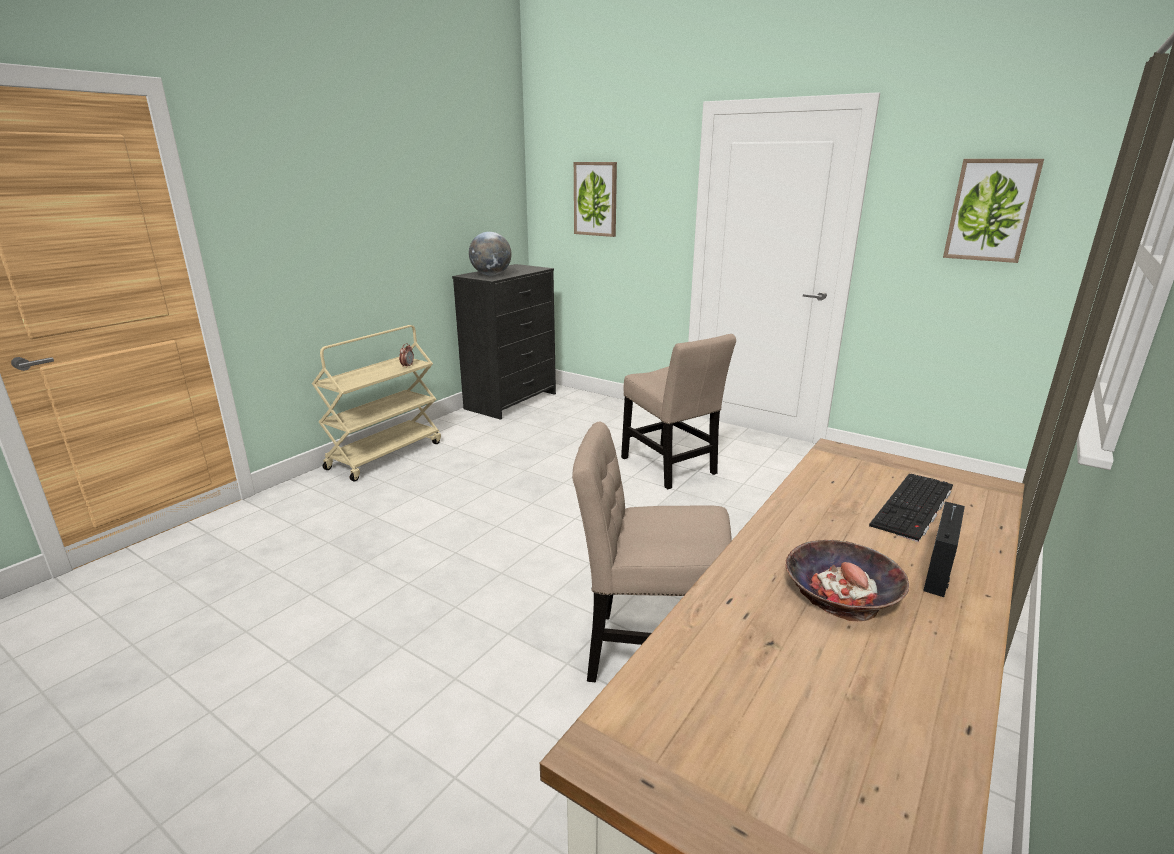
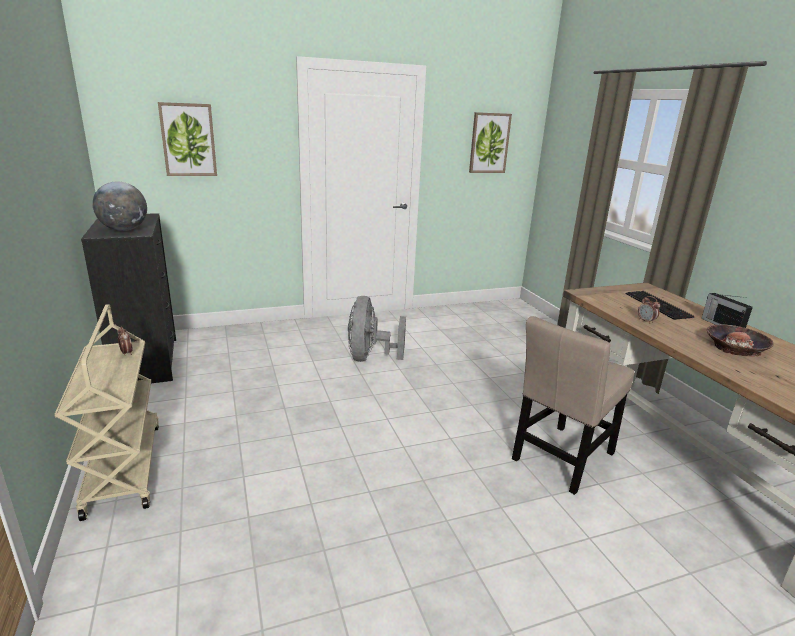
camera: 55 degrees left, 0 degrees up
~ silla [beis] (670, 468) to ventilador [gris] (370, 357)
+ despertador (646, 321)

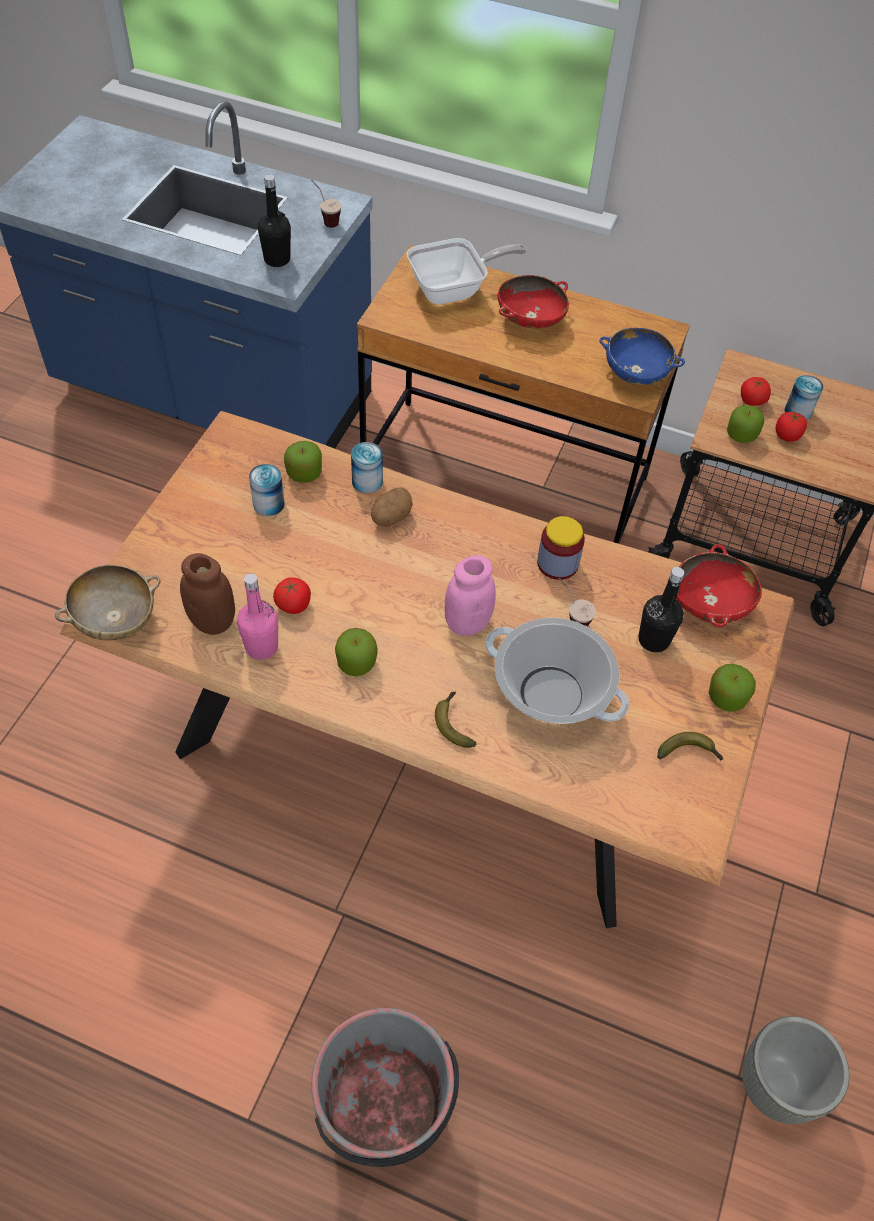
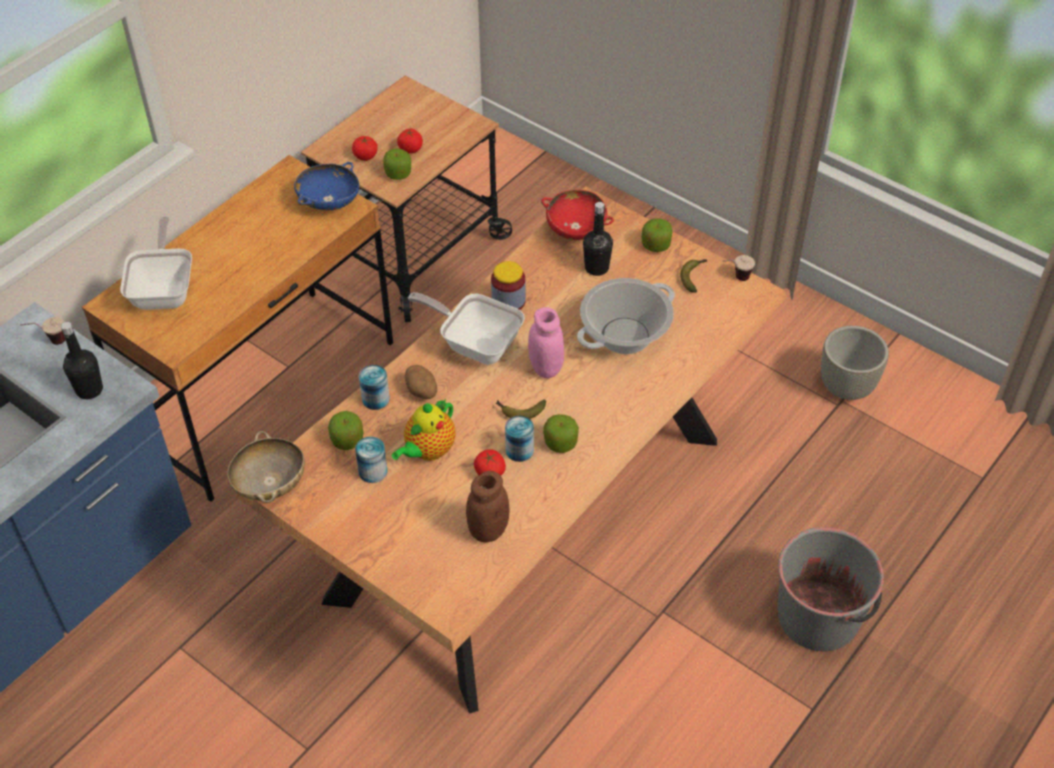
camera: 70 degrees left, 5 degrees down
~ cuenco [beis] (115, 619) to (269, 484)
- botella [rosa] (261, 647)
~ plátano (453, 723) to (519, 411)
- cuenco [rojo] (530, 320)
~ taza (570, 618) to (735, 279)
~ lata (798, 411) to (519, 450)
+ tetera (428, 451)
+ sartén (475, 343)

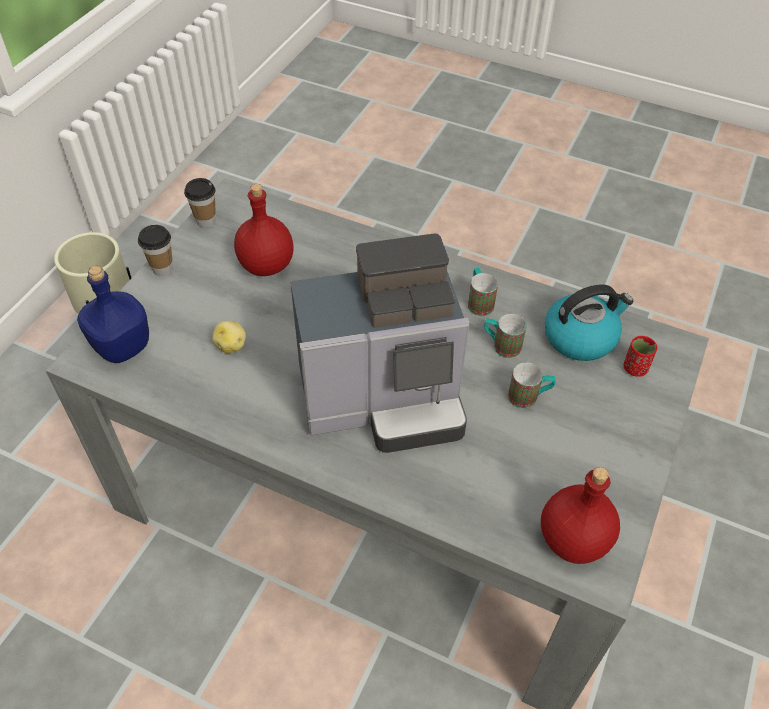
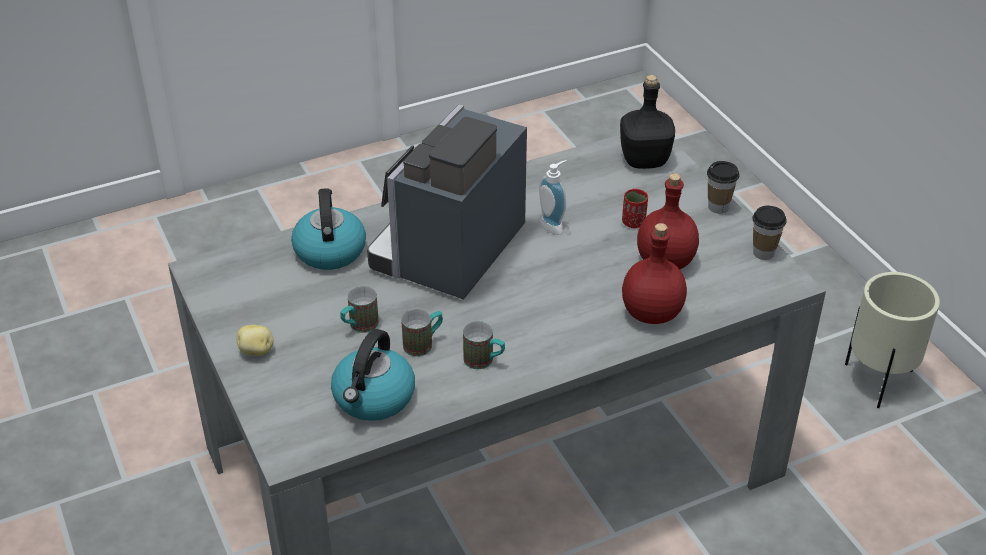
camera: 130 degrees right, 10 degrees down
~ botella [azul] (121, 347) to botella [negro] (644, 159)
~ patata (231, 345) to (256, 351)
~ botella [rojo] (574, 540) to (651, 314)
~ taza [rojo] (635, 368) to (633, 222)
+ hervidor (329, 250)
+ dispensador de jabón (554, 225)

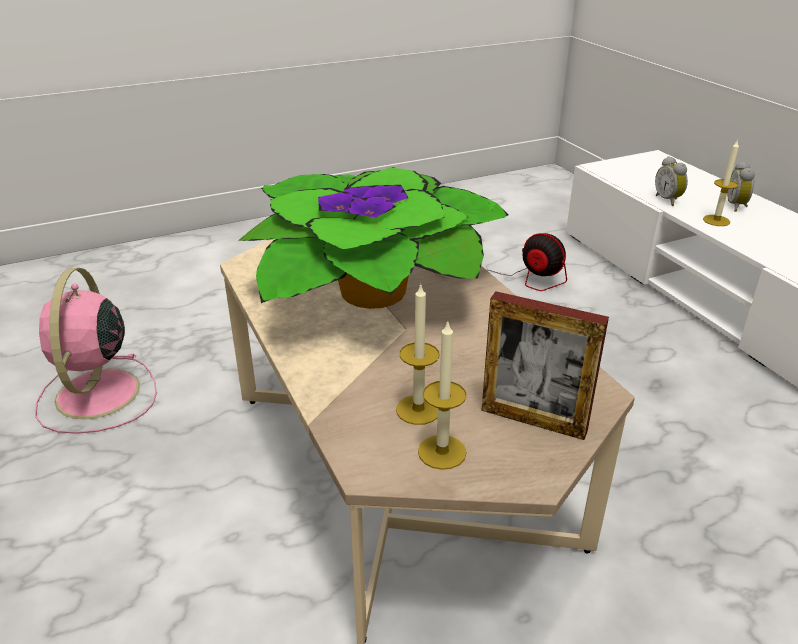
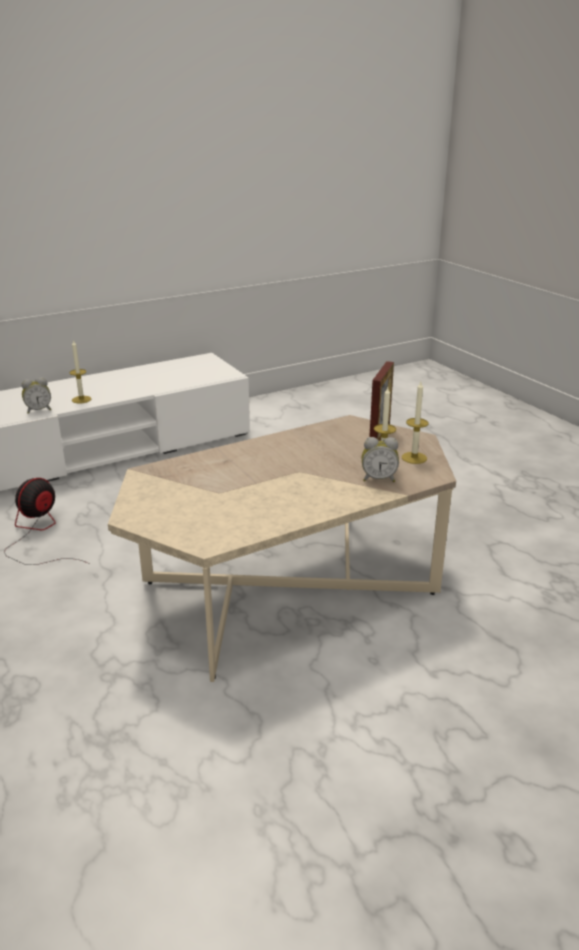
camera: 95 degrees left, 5 degrees down
- ventilador [rosa] (97, 396)
- planta en maceta (367, 289)
~ despertador (737, 206) to (378, 479)

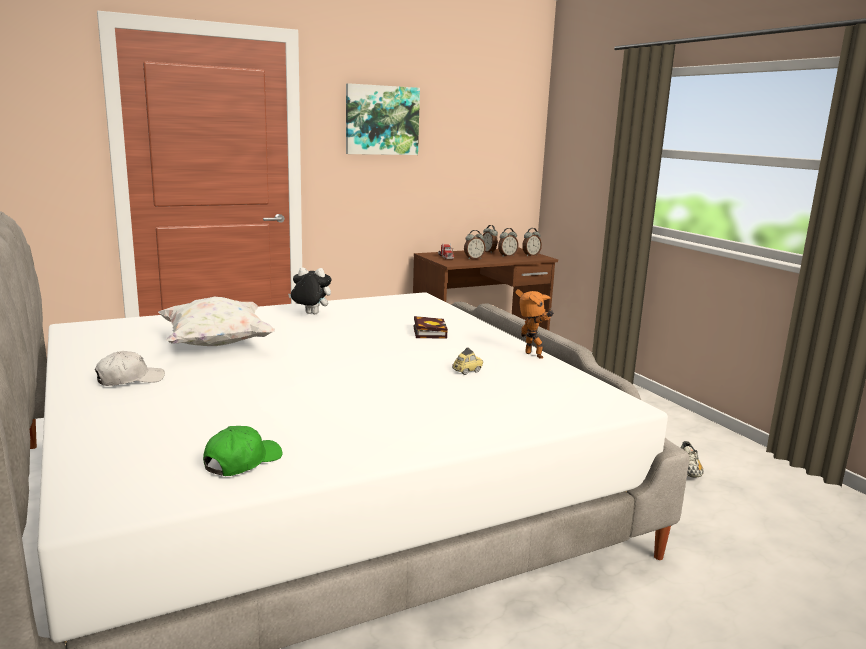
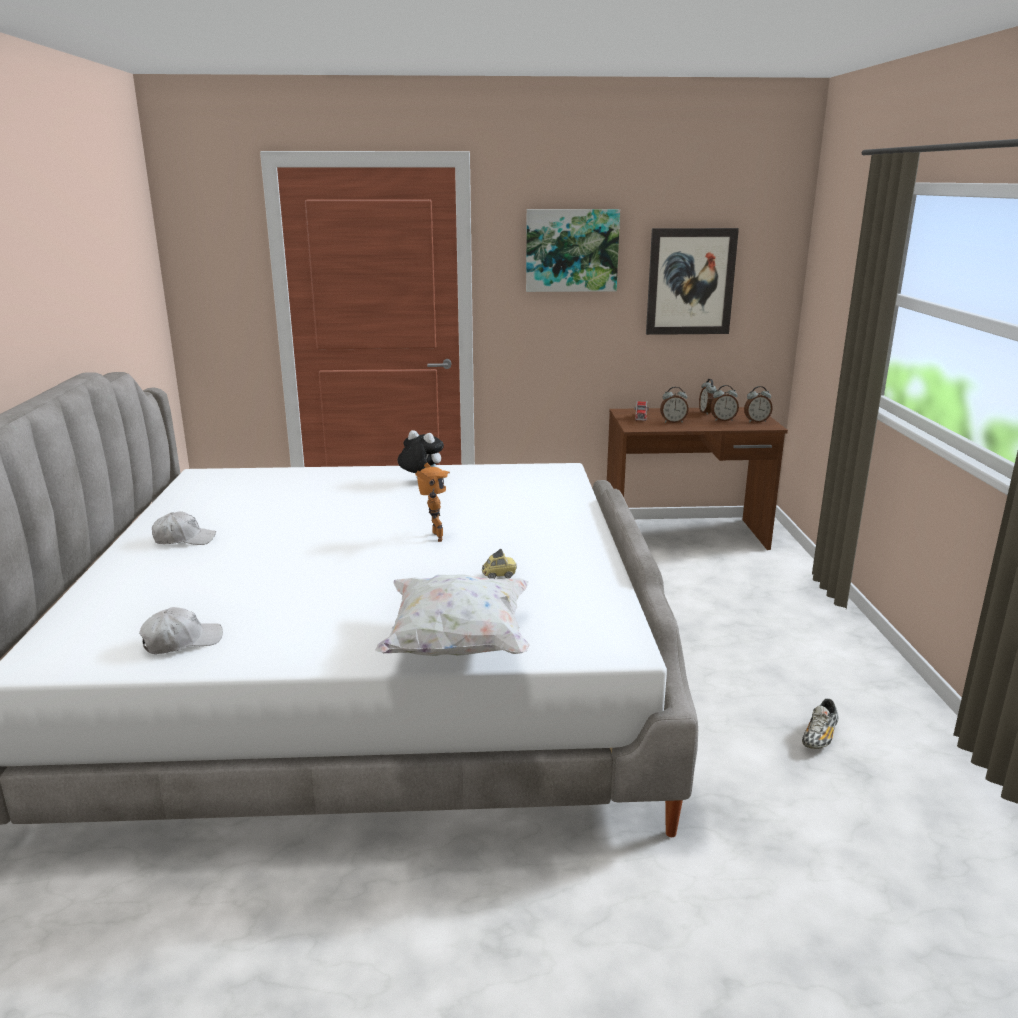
camera: 25 degrees right, 5 degrees up
~ cojín [blanco] (217, 344) to (457, 644)
~ gorra [verde] (242, 462) to gorra [blanco] (182, 642)
- libro (428, 332)
~ robot de juguete (532, 356) to (434, 537)
+ cuadro (690, 281)

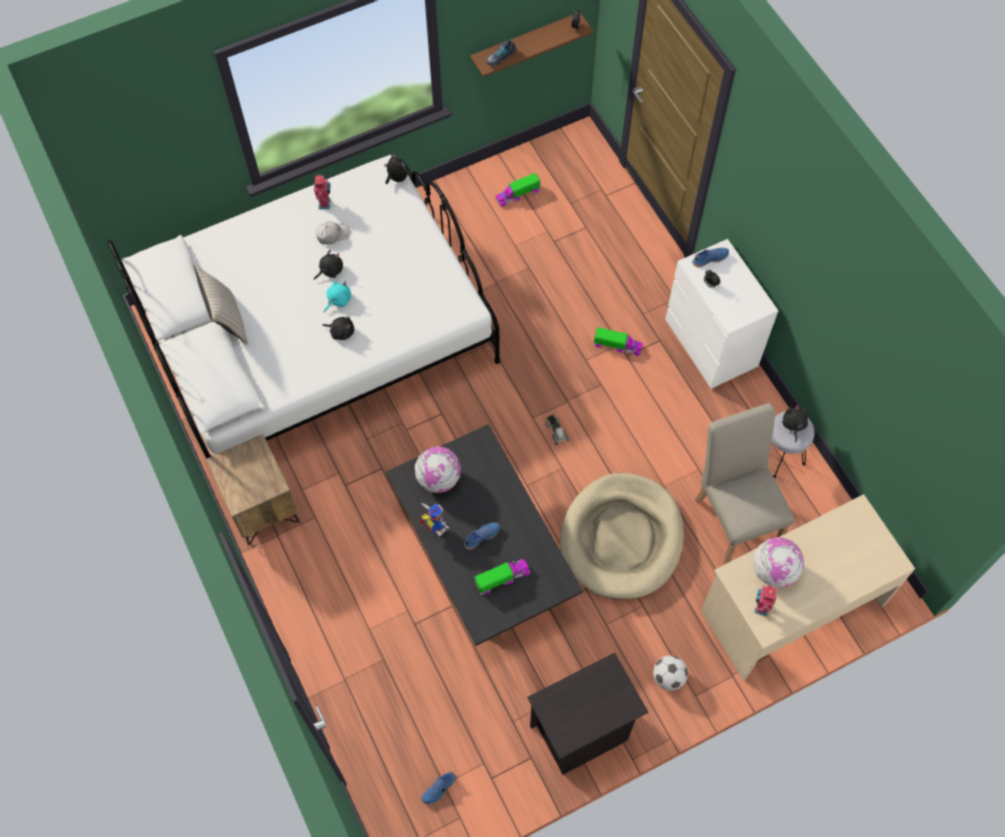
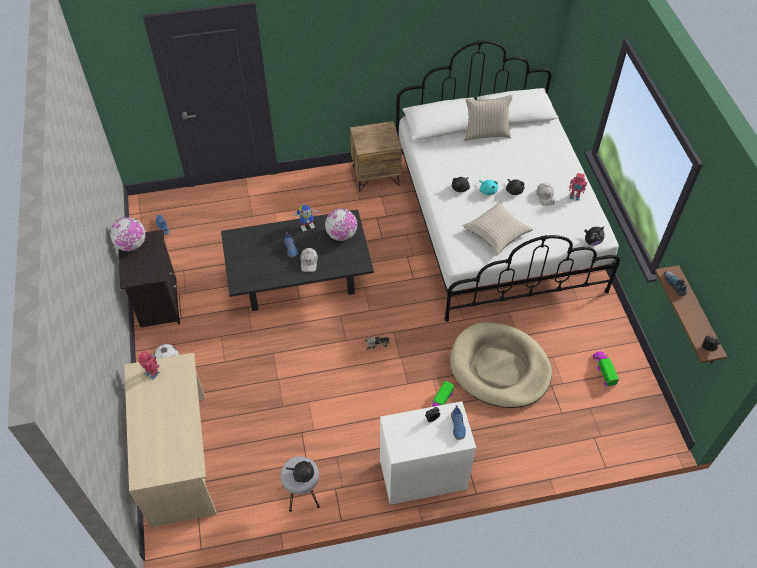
camera: 105 degrees right, 10 degrees down
- camión de juguete (502, 578)
~ cama para perro [beis] (621, 538) to (499, 368)
- silla [beis] (734, 515)
~ globo terráqueo (773, 570) to (132, 245)
+ gorra [blanco] (309, 262)
+ cojín [beis] (497, 232)

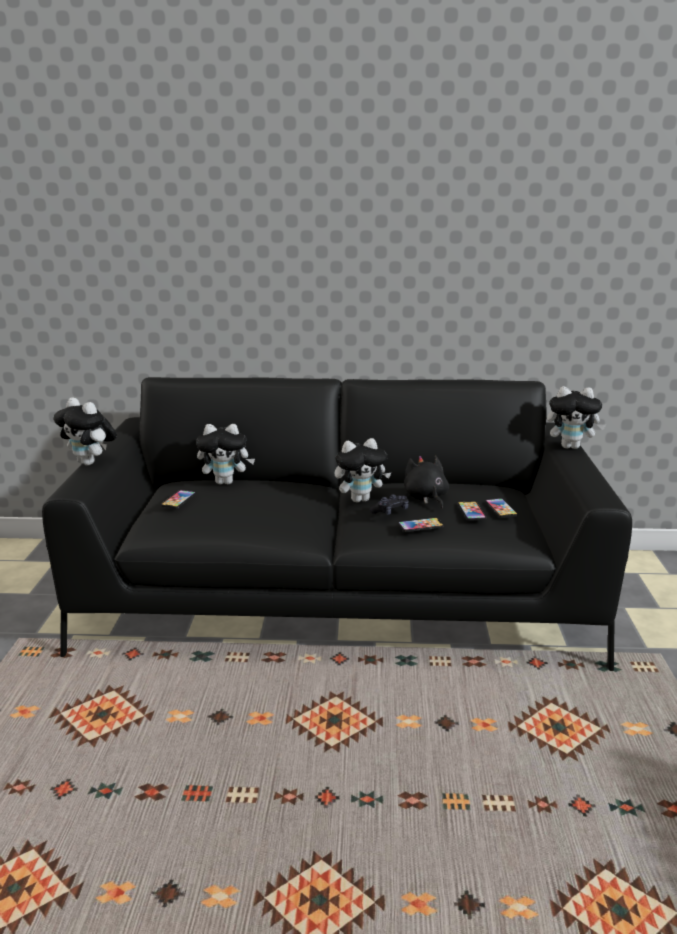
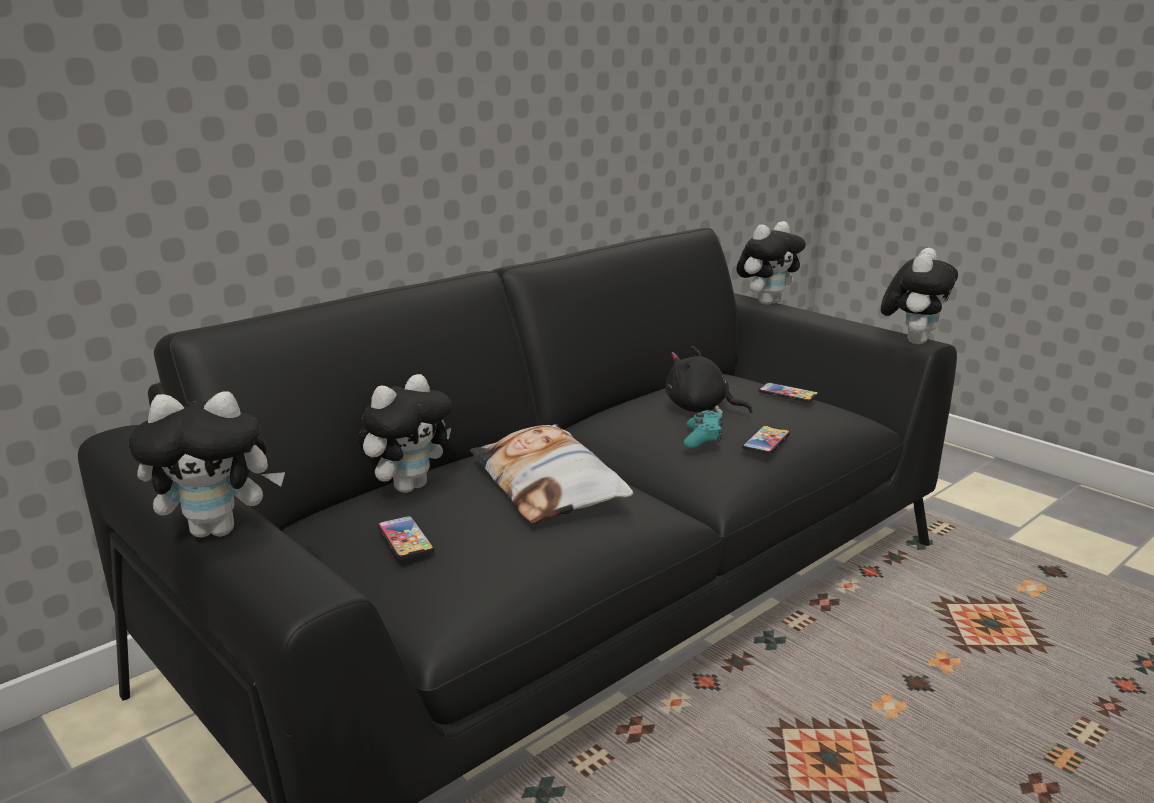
camera: 45 degrees left, 0 degrees up
~ peluche (360, 499) to (913, 340)
~ mando de consola [negro] (390, 511) to mando de consola [turquesa] (703, 438)
- móvil (471, 512)
+ cojín (548, 485)

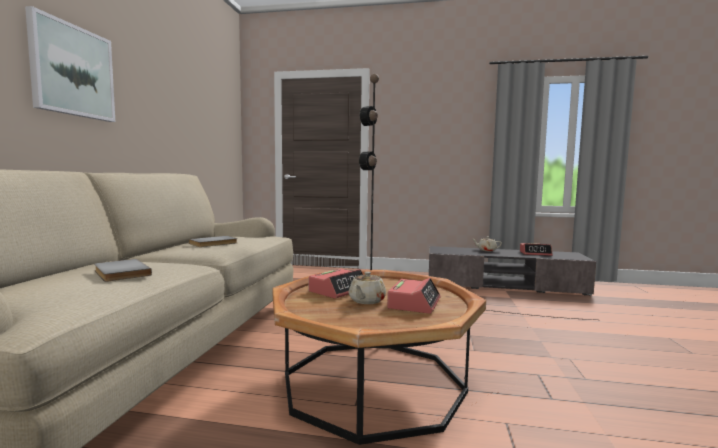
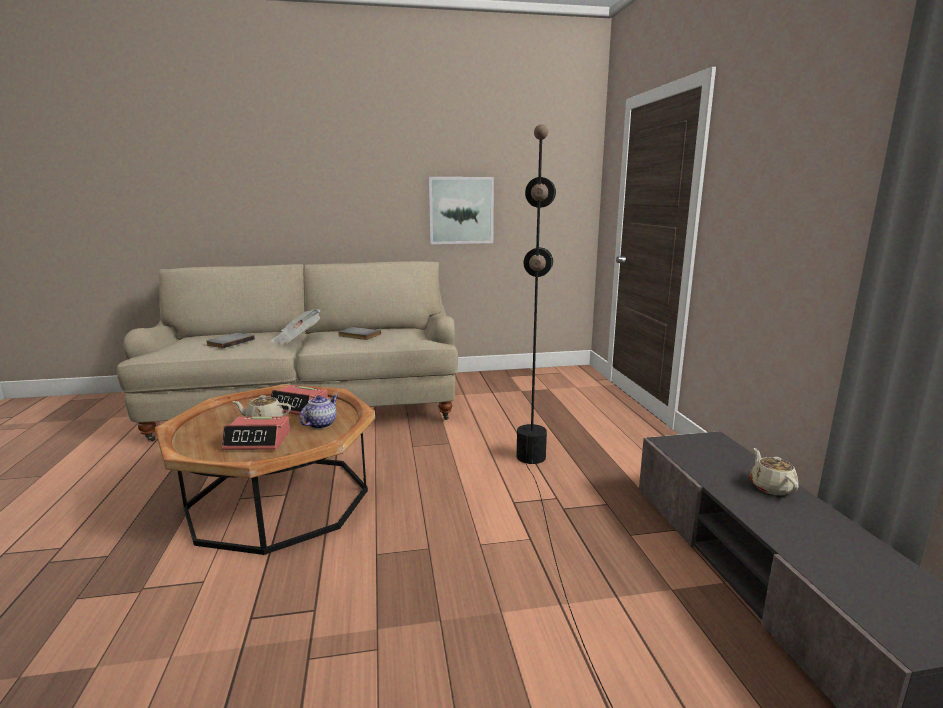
camera: 70 degrees right, 10 degrees up
~ cuadro (72, 71) to (461, 210)
- despertador (535, 253)
+ periódico (297, 339)
+ tetera (321, 424)

